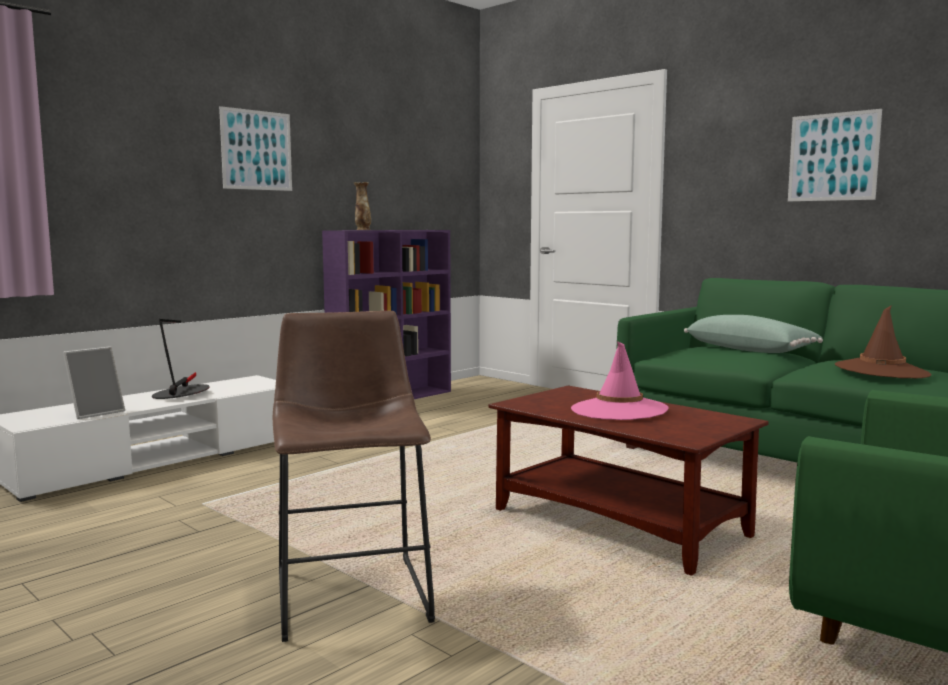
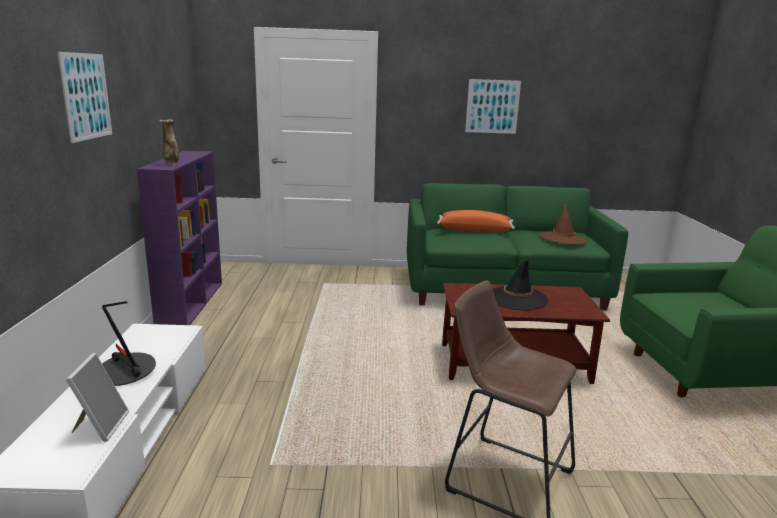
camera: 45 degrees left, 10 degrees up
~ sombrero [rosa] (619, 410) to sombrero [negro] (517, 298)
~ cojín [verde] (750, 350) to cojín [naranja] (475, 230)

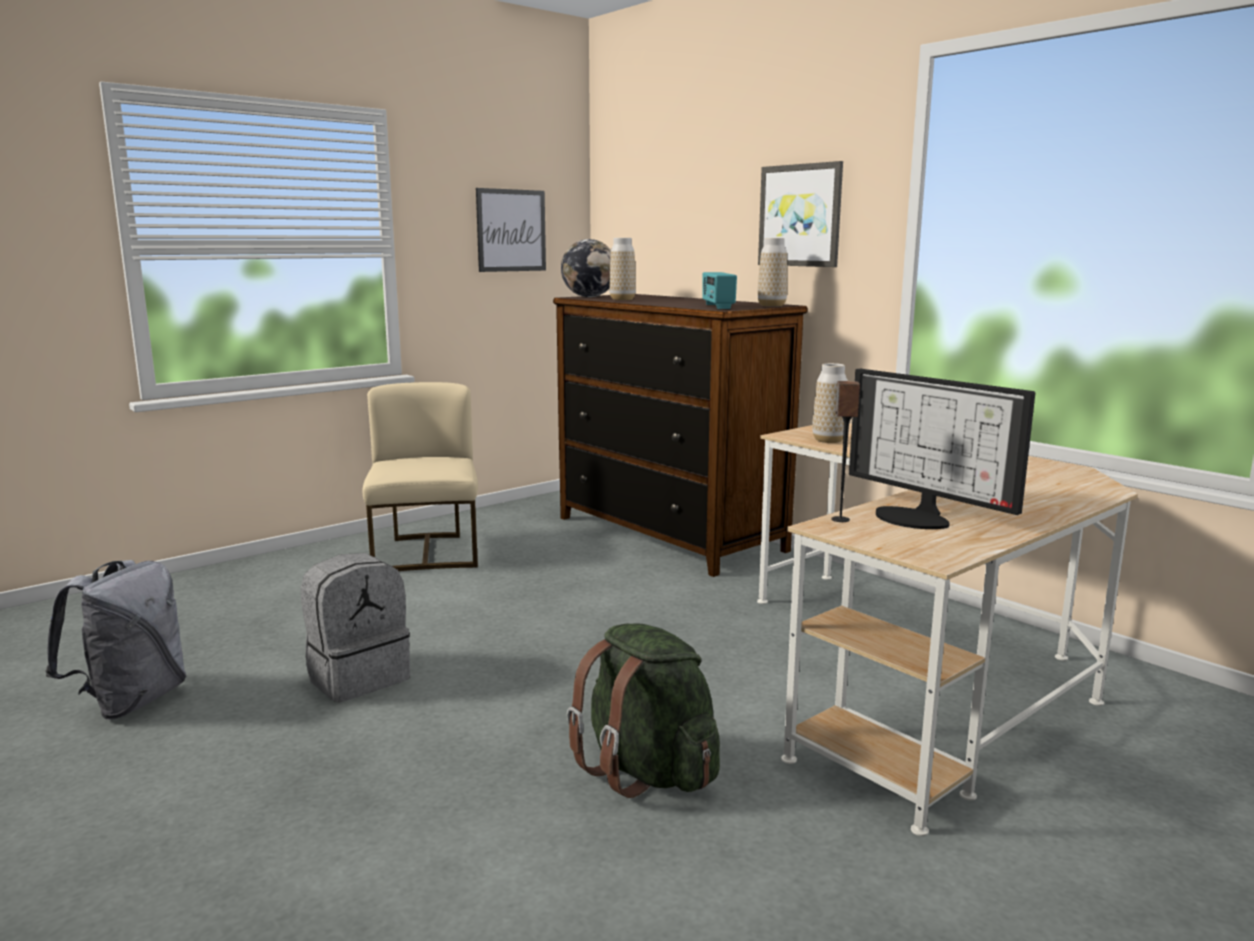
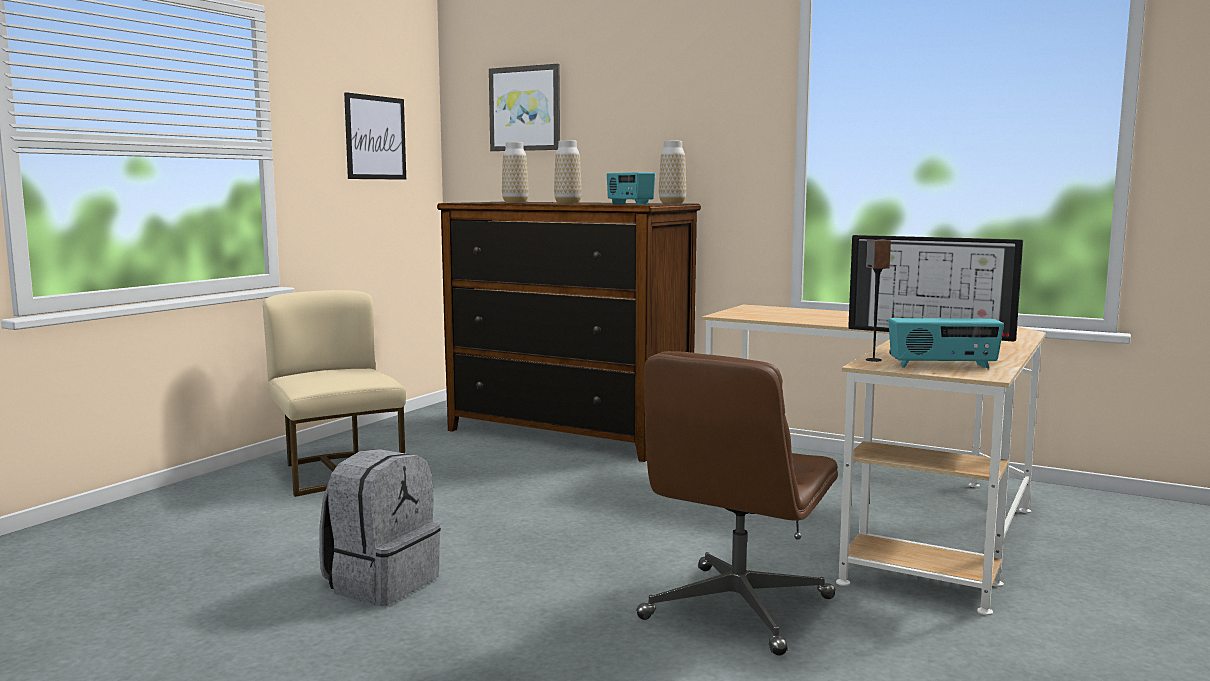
camera: 20 degrees left, 5 degrees down
- mochila [gris] (131, 701)
- globo terráqueo (589, 297)
~ mochila [verde] (647, 771) to silla de oficina [marrón] (737, 609)
~ cuadro (800, 215) to (525, 108)
~ florero (828, 440) to (567, 203)
+ radio (943, 366)

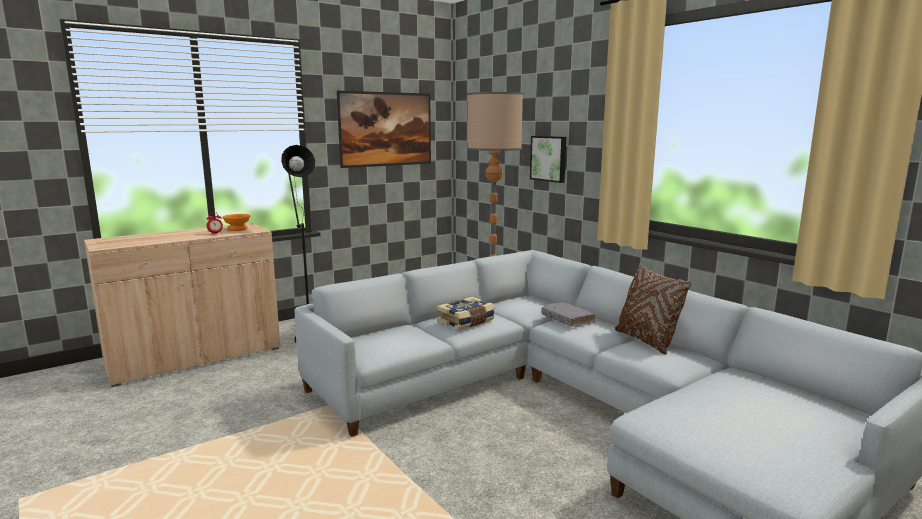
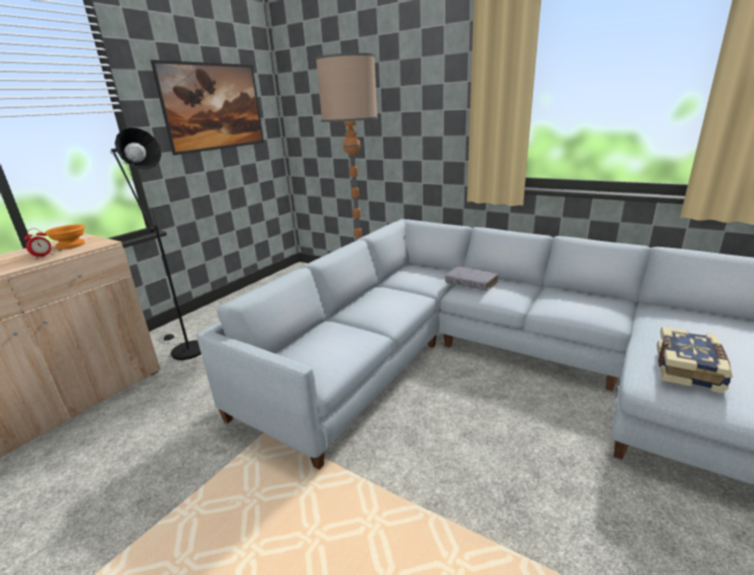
camera: 20 degrees left, 10 degrees up
~ libro (466, 322) to (690, 369)
- cuadro (549, 158)
- cojín [marrón] (646, 341)

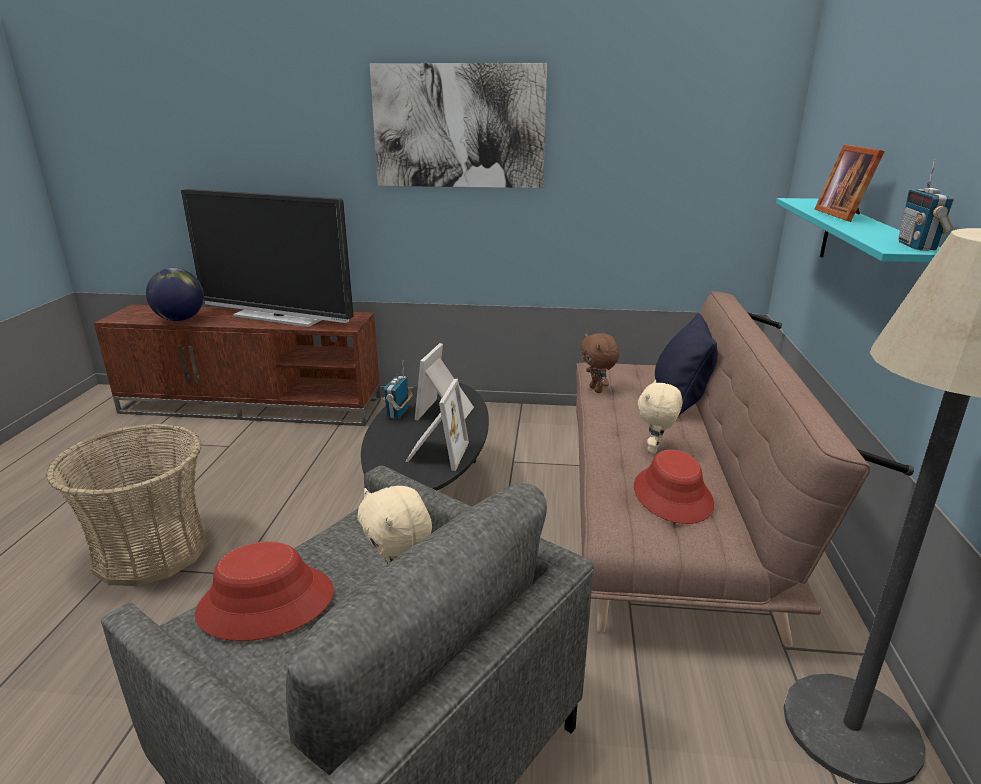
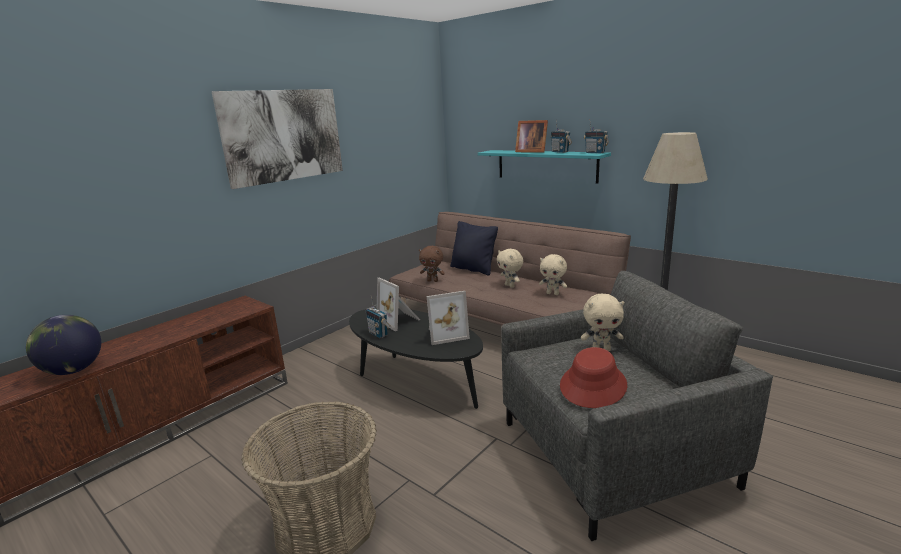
camera: 55 degrees left, 5 degrees down
- televisor (279, 317)
~ portarretratos (435, 453) = (446, 334) 120 degrees clockwise
~ sombrero [rojo] (673, 495) to peluche [beis] (553, 293)
+ radio (560, 152)

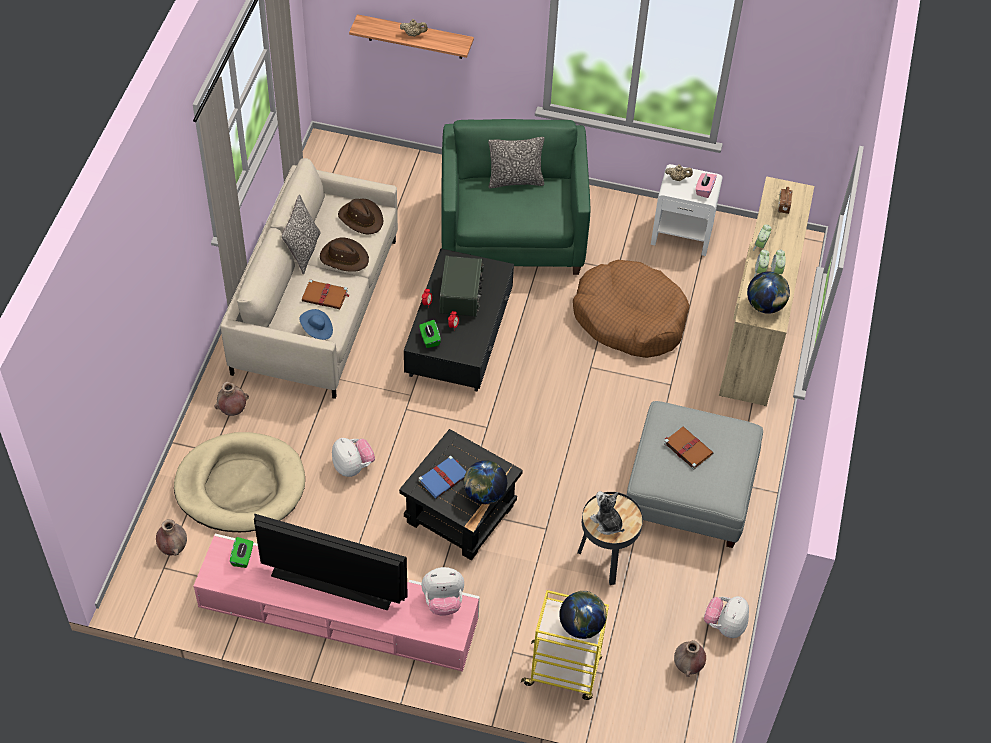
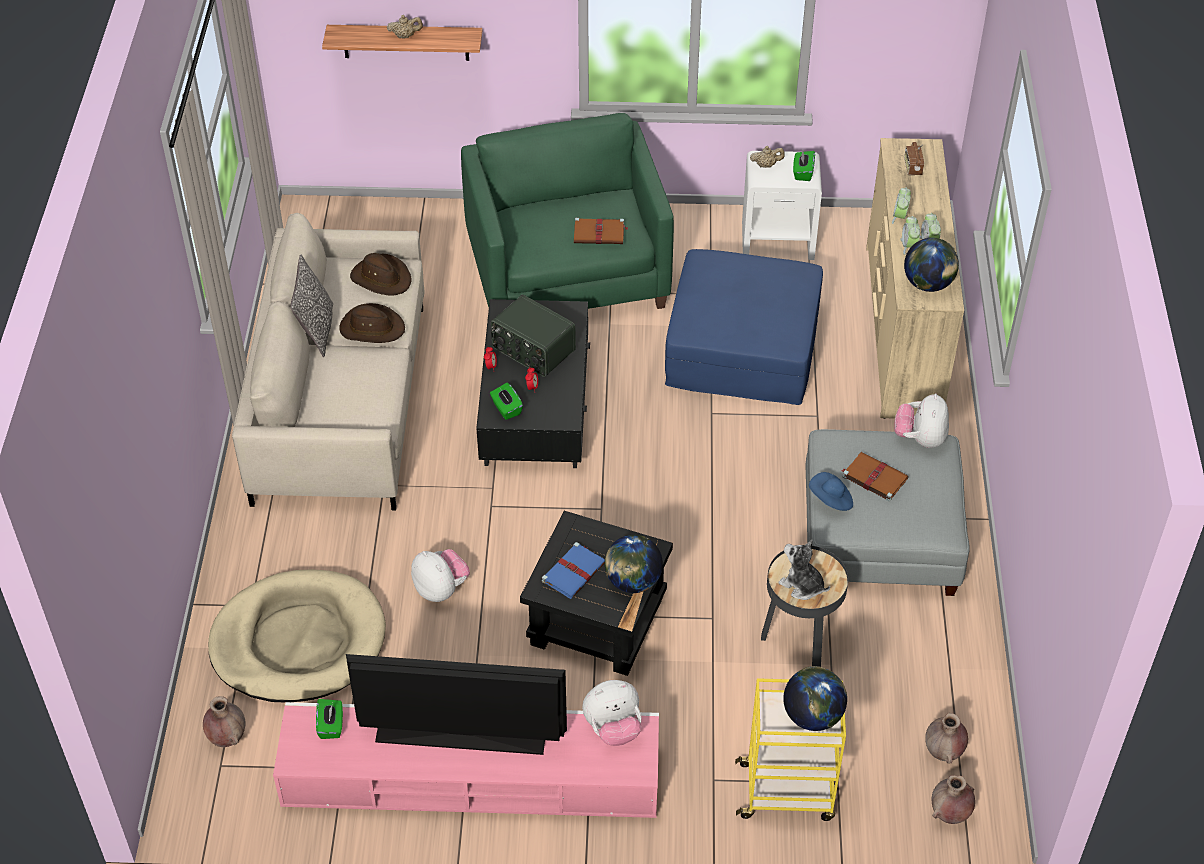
camera: 10 degrees left, 5 degrees down
~ florero [marrón] (233, 410) to (949, 814)
~ sombrero [azul] (317, 330) to (831, 500)
~ libro [marrón] (325, 296) to (600, 233)
~ radio (462, 295) = (533, 350) 135 degrees clockwise
- cojín (515, 181)
~ cama para perro [marrón] (629, 318) to puf [azul] (743, 347)
~ caja de pañuelos [rosa] (704, 190) to caja de pañuelos [verde] (802, 173)
~ peluche (725, 625) to (920, 439)

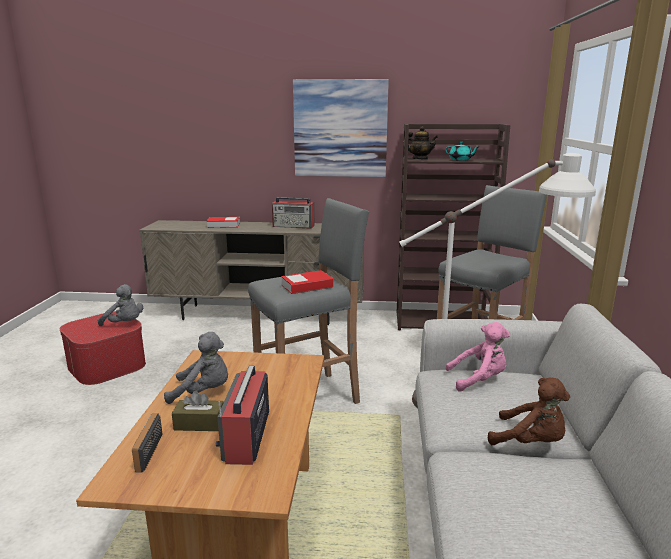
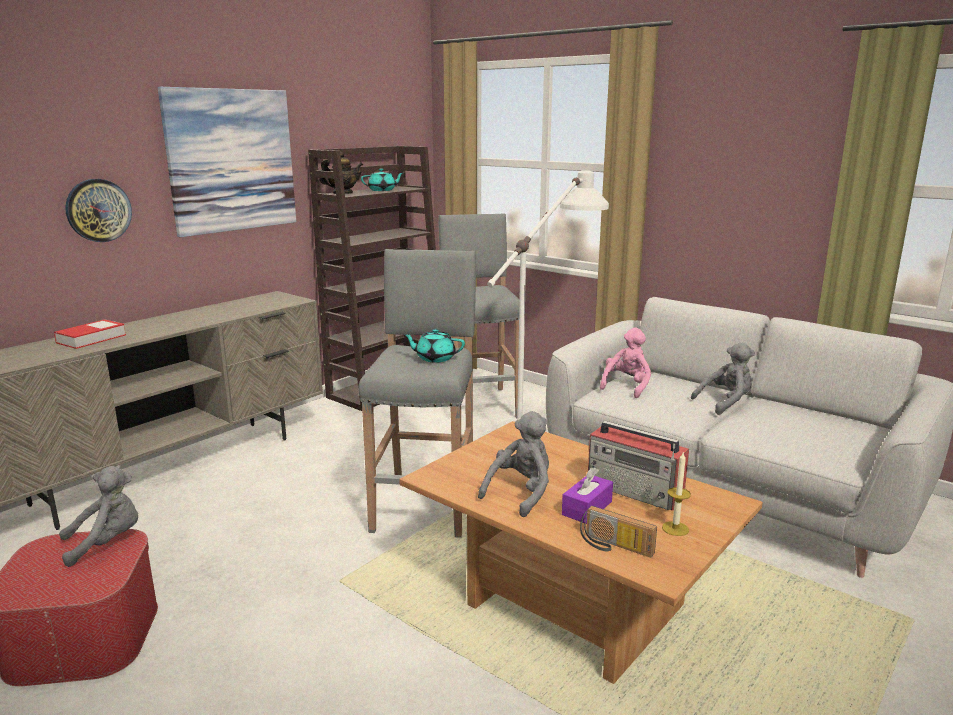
camera: 55 degrees left, 0 degrees up
~ caja de pañuelos [marrón] (199, 424) to caja de pañuelos [morado] (587, 508)
- radio (294, 226)
~ libro (307, 286) to tetera [turquesa] (435, 358)
~ peluche [marrón] (530, 442) to peluche [gris] (725, 403)
+ reloj de pared (98, 210)
+ vela (675, 528)

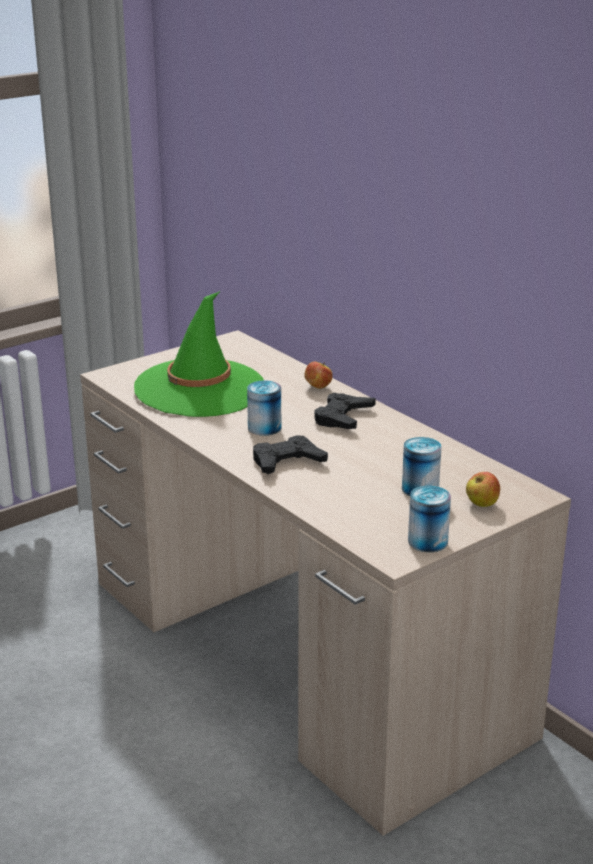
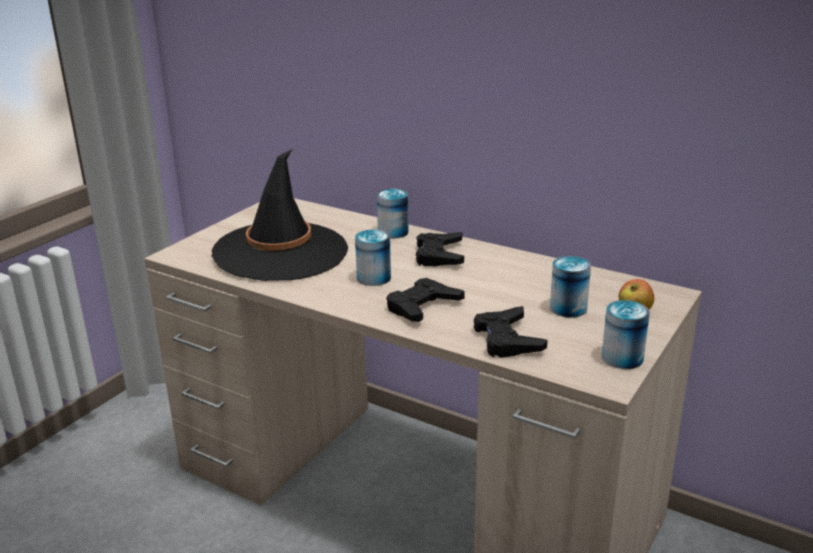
camera: 20 degrees left, 0 degrees up
~ sombrero [verde] (200, 388) to sombrero [negro] (281, 252)
~ manzana (318, 387) to lata (393, 232)
+ mando de consola [negro] (507, 339)

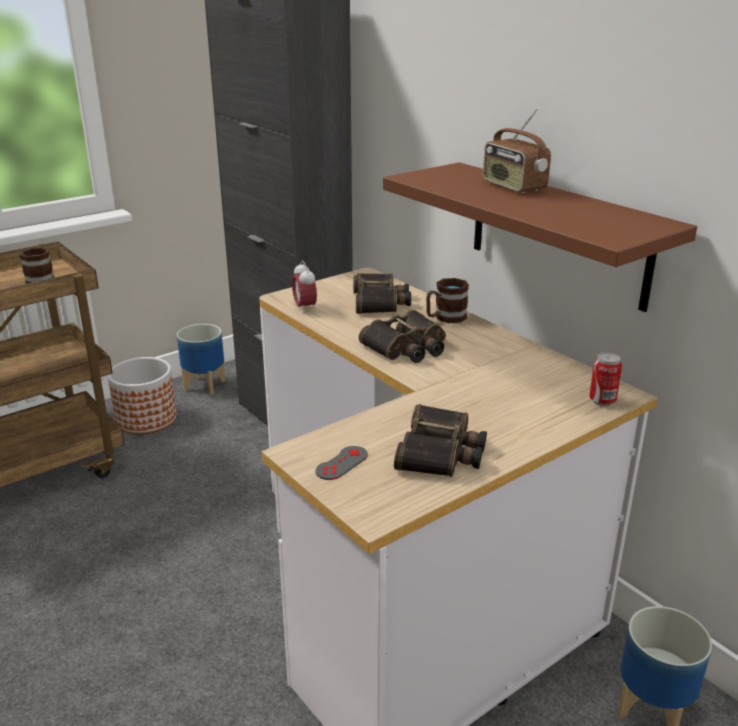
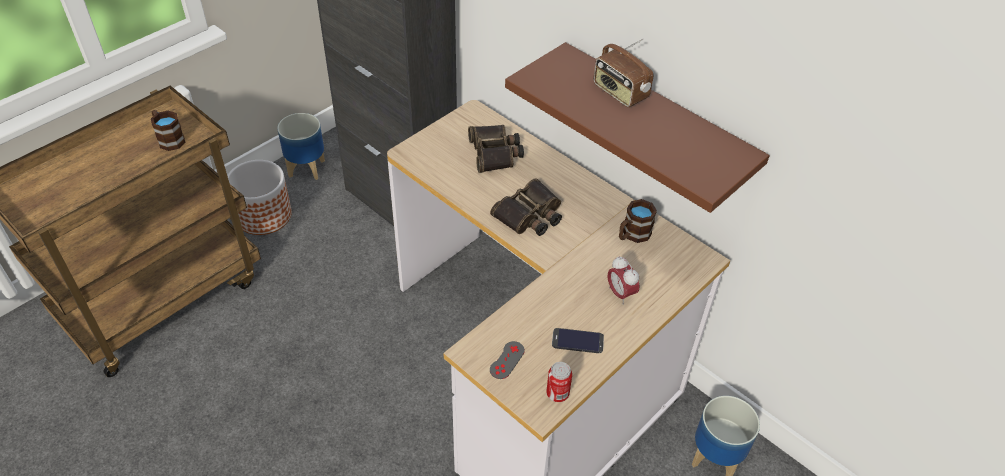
camera: 10 degrees left, 20 degrees up
~ despertador (305, 308) to (620, 294)
~ prismáticos (441, 453) to móvil (577, 341)
~ taza grande [marrón] (445, 318) to (632, 235)
~ lata (602, 400) to (557, 394)

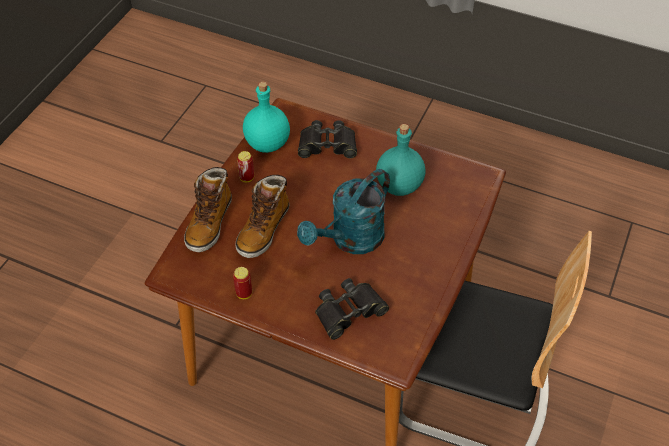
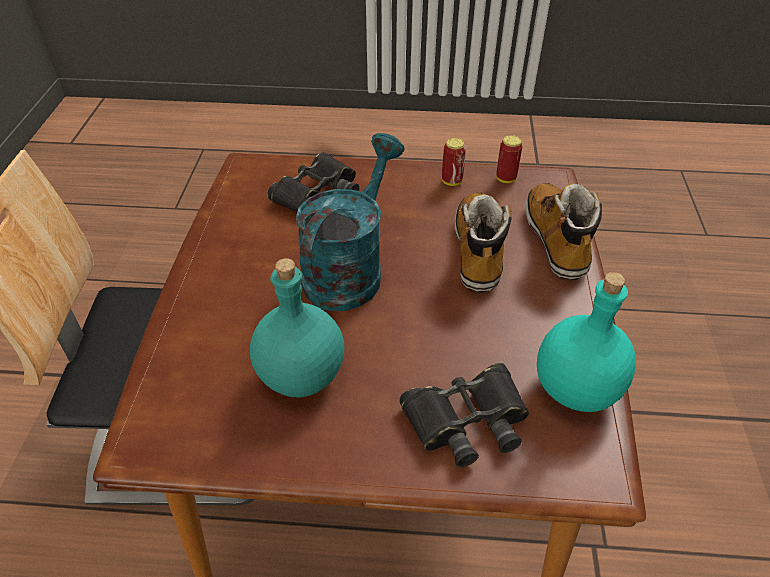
camera: 160 degrees right, 5 degrees down
~ lata (247, 178) to (505, 179)

